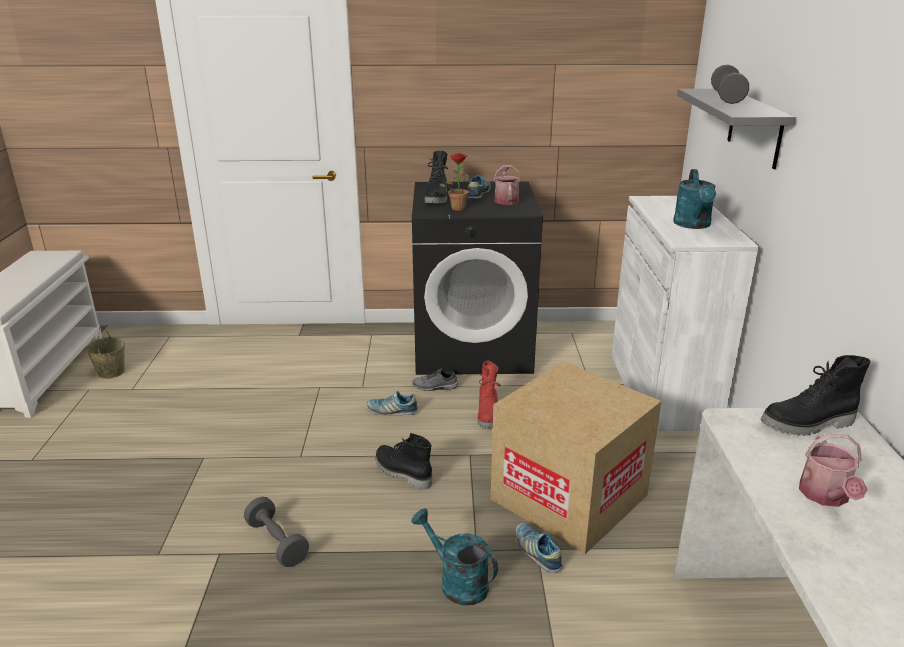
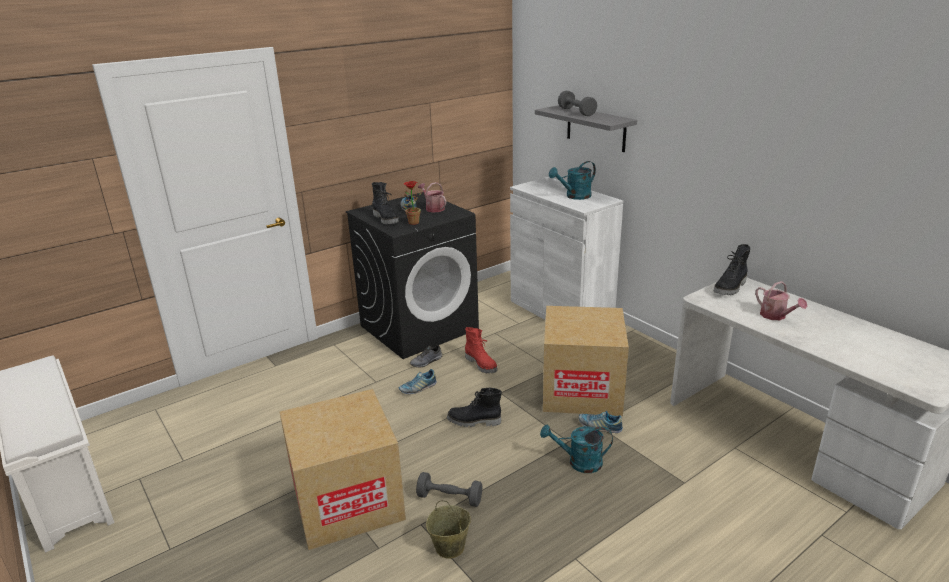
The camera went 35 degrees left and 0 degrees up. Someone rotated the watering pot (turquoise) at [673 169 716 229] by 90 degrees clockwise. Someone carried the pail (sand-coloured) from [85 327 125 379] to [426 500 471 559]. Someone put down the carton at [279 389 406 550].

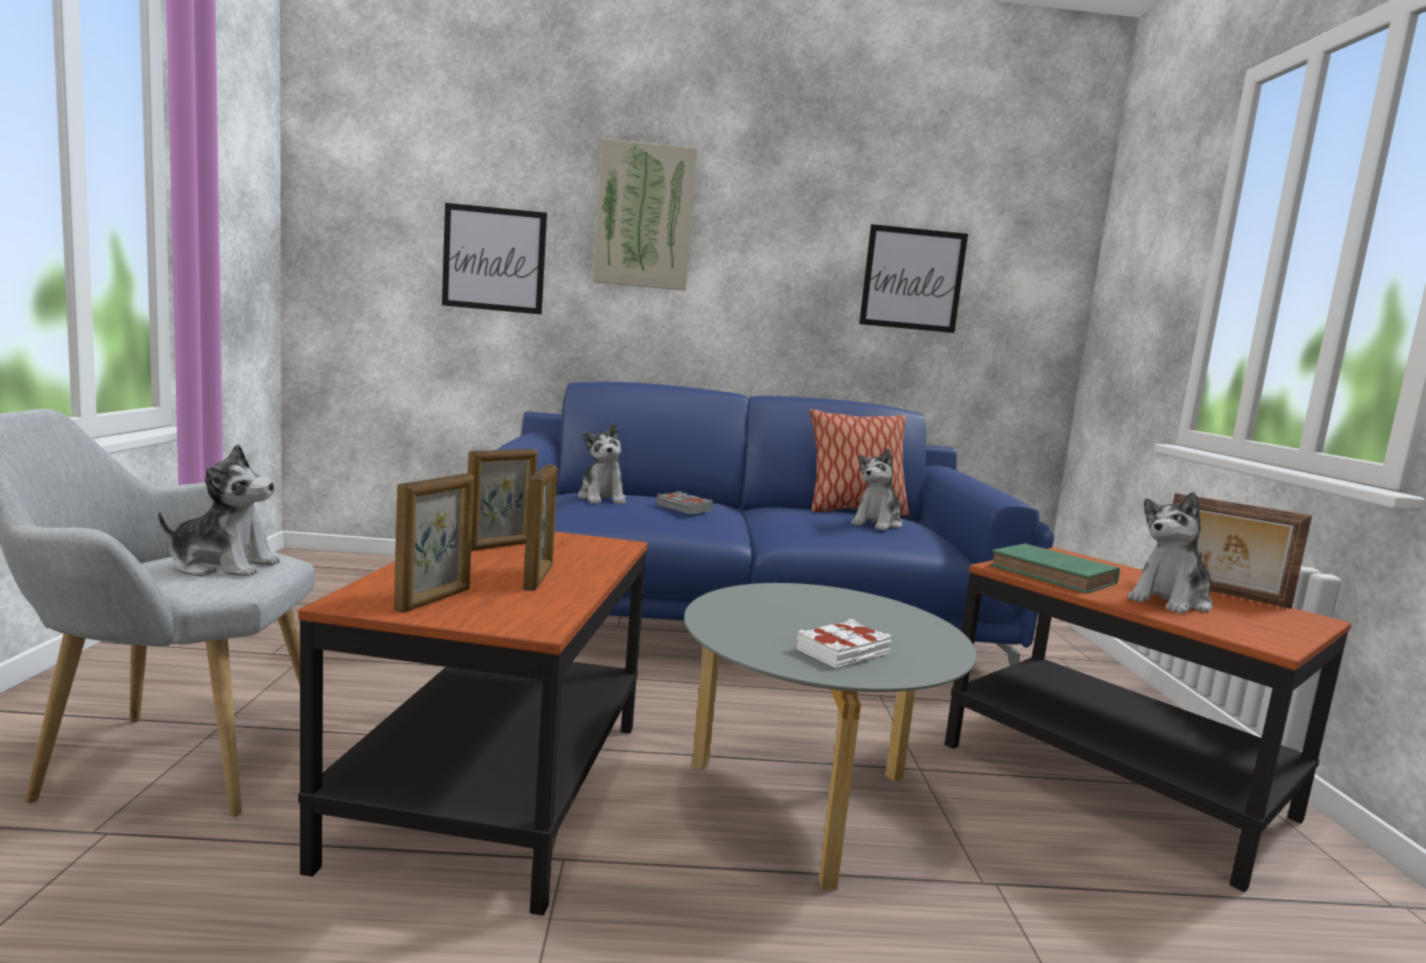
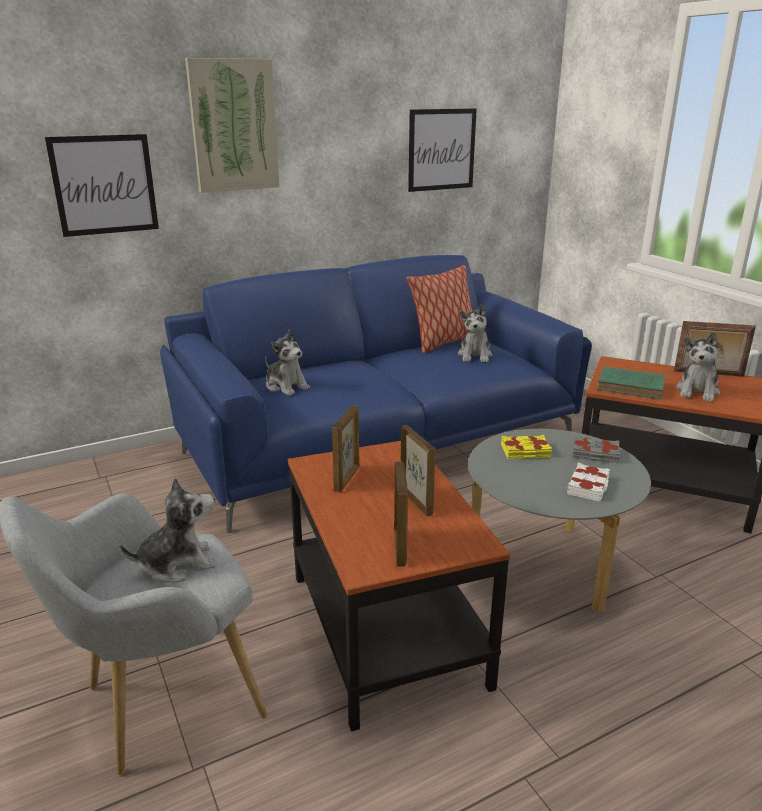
The camera went 25 degrees left and 15 degrees up. Someone carried the bound book (grey) from [656 491 713 514] to [572 435 620 463]. Someone put down the bound book (yellow-coloured) at [501 435 552 459].

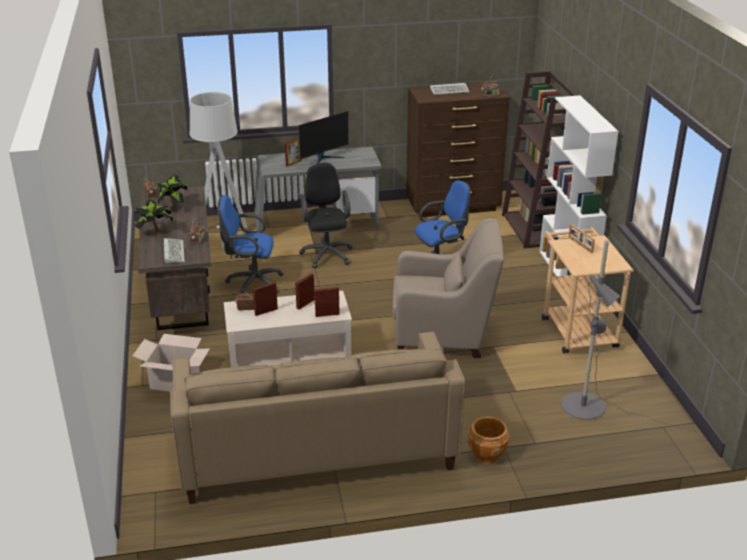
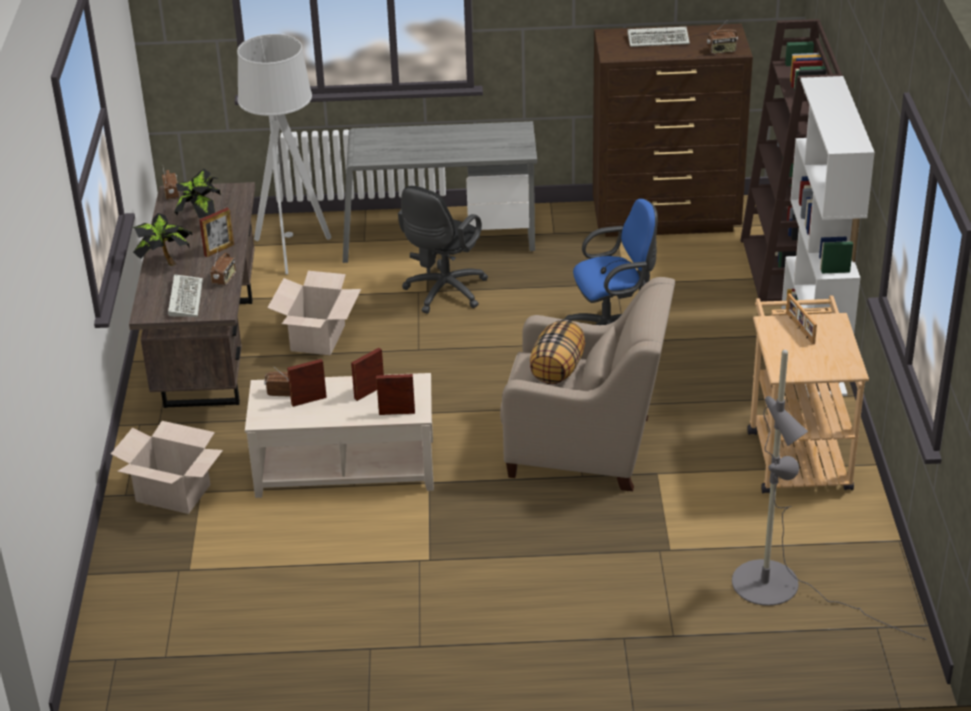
The camera went 10 degrees right and 5 degrees up. Someone took away the computer screen at [299 111 349 164]. Someone carried the photo frame from [285 137 301 167] to [199 208 234 257]. Someone rotated the desk chair (black) at [299 163 353 268] by 150 degrees counterclockwise. Someone swapped the desk chair (blue-coloured) at [218 195 284 294] for the carton at [268 271 361 355]. Someone took away the settee (sand-coloured) at [170 331 465 504]. Someone took away the planter (brownish) at [468 416 509 463]. Someone put down the cushion at [530 320 585 384].

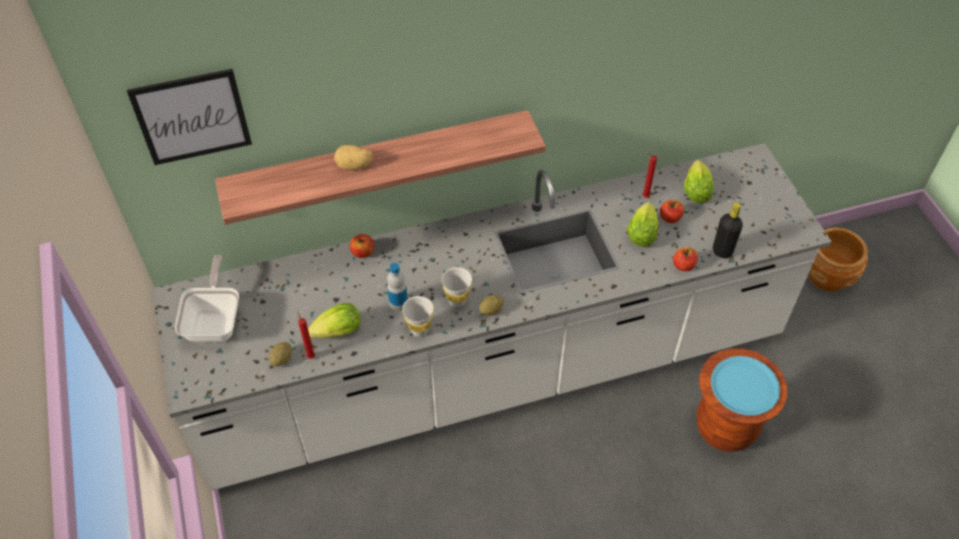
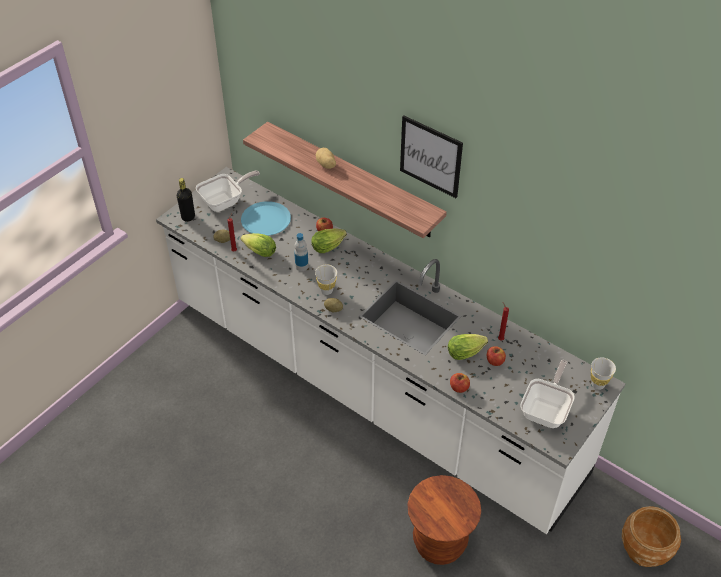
The camera went 55 degrees right and 5 degrees down. Someone carried the wall art from [127 69 252 165] to [400 116 463 198]. Someone carried the head of lettuce from [684 160 714 203] to [311 228 347 253]. Someone carried the drink bottle (black) from [713 202 743 258] to [177 178 195 222]. Someone carried the drinking cup (white) from [402 296 434 337] to [591 357 616 390]. Someone carried the dinner plate (blue-coloured) from [711 356 780 416] to [241 201 291 236]. Someone put down the frying pan at [520 360 575 428].

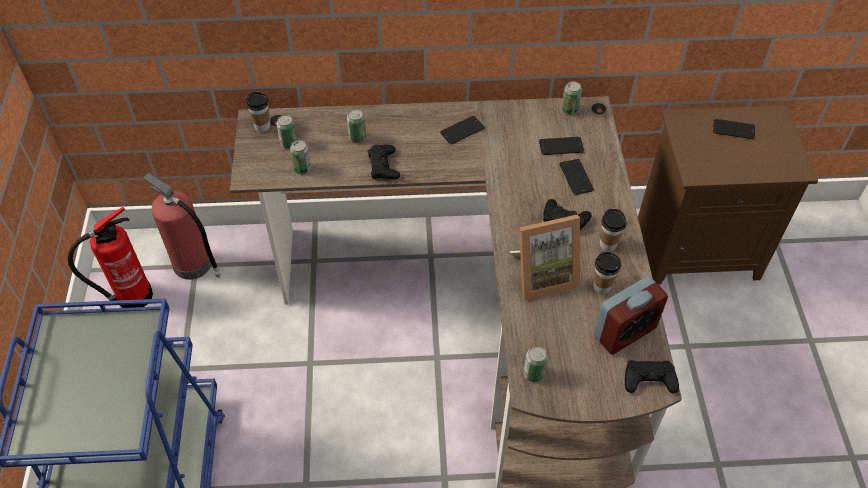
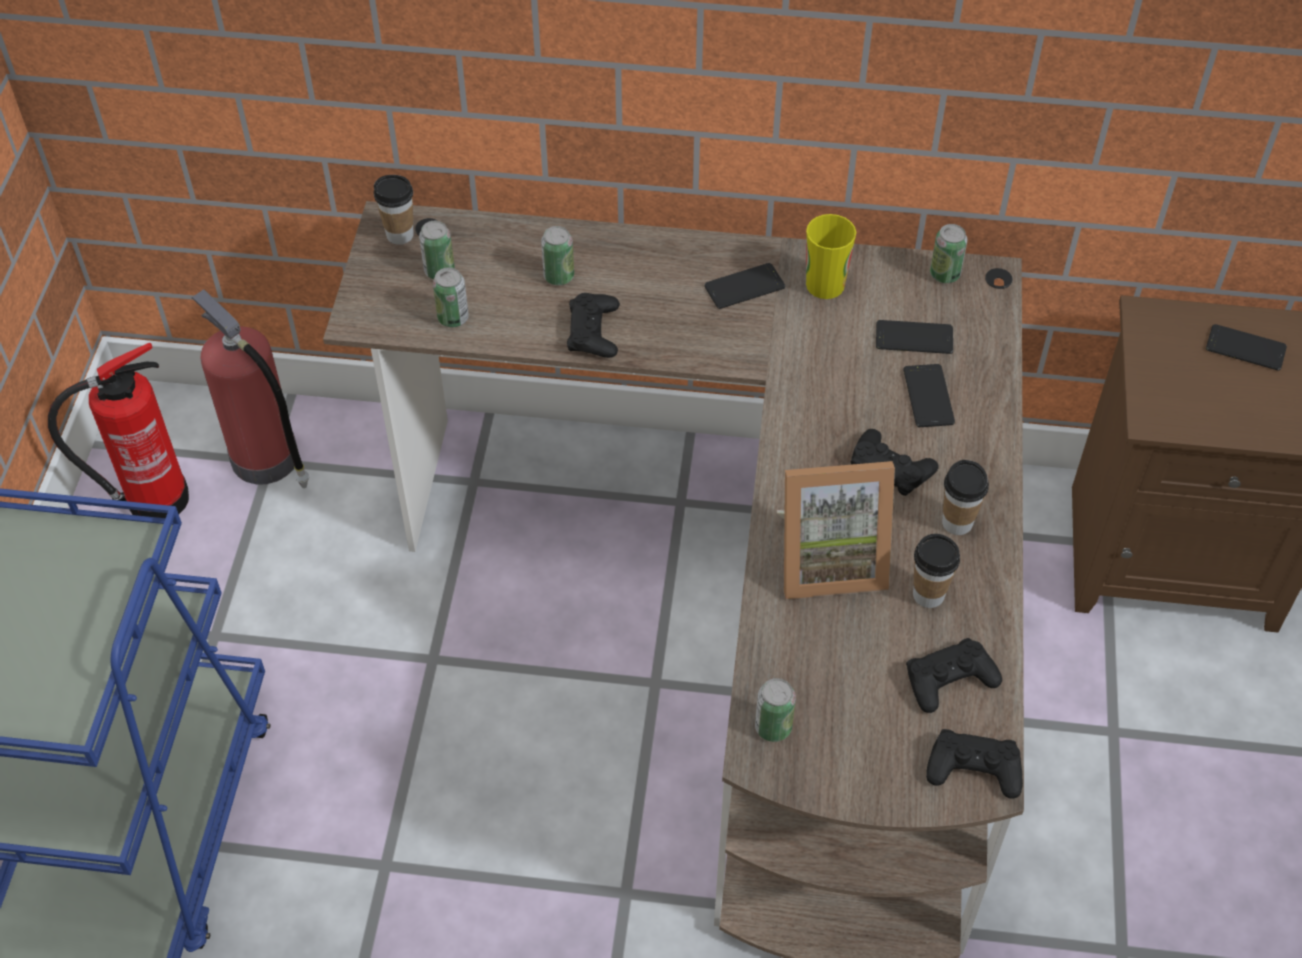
The camera went 10 degrees right and 0 degrees up. Someone swapped the bedside clock at [593 276 668 355] for the joypad (black) at [906 638 1002 713]. Someone put down the drinking cup at [806 214 856 299].

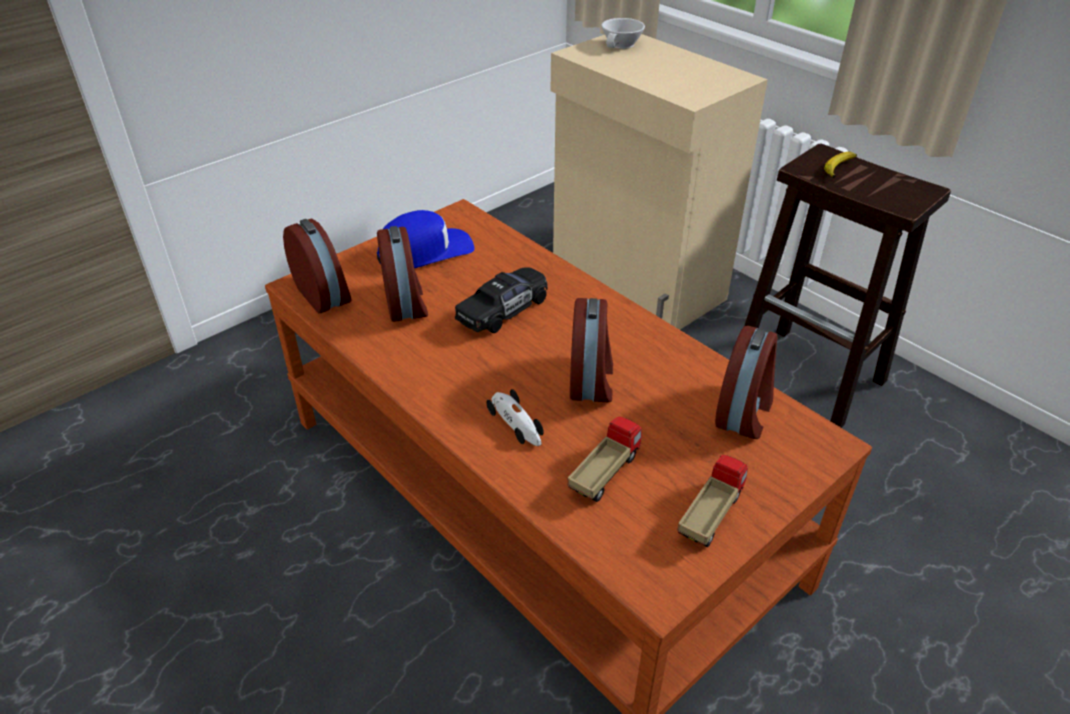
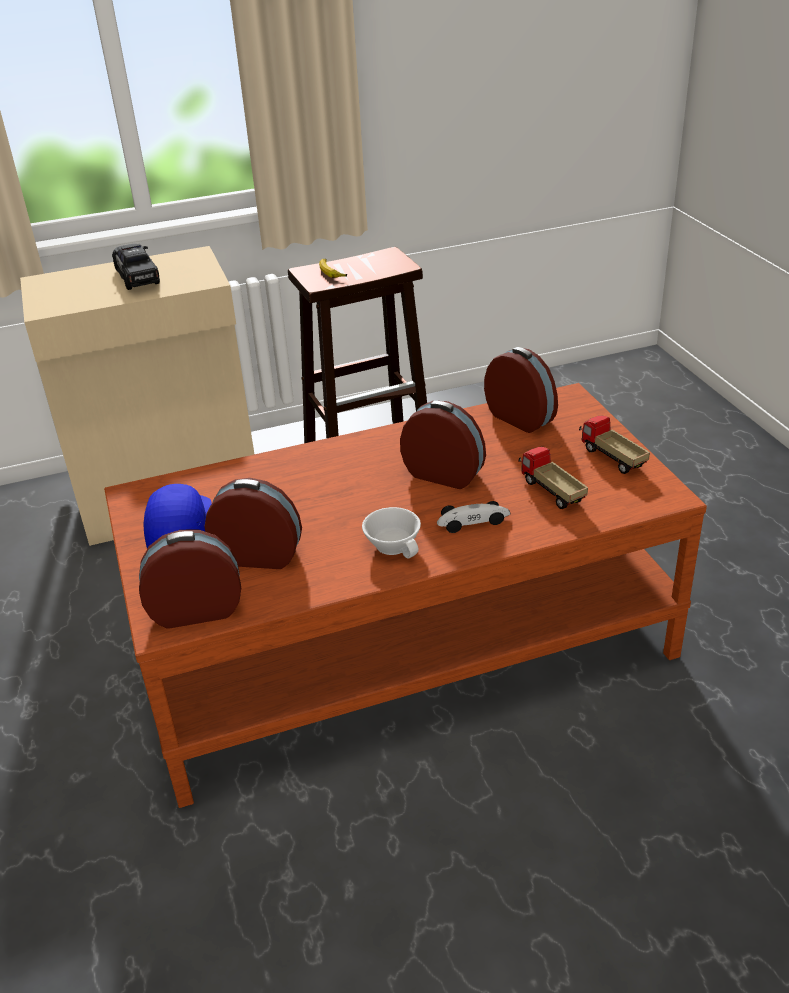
The camera went 65 degrees left and 5 degrees down. Someone carried the drinking cup (white) from [602 18 645 49] to [362 507 421 558]. Someone carried the model car (black) from [455 267 548 333] to [112 244 160 290].

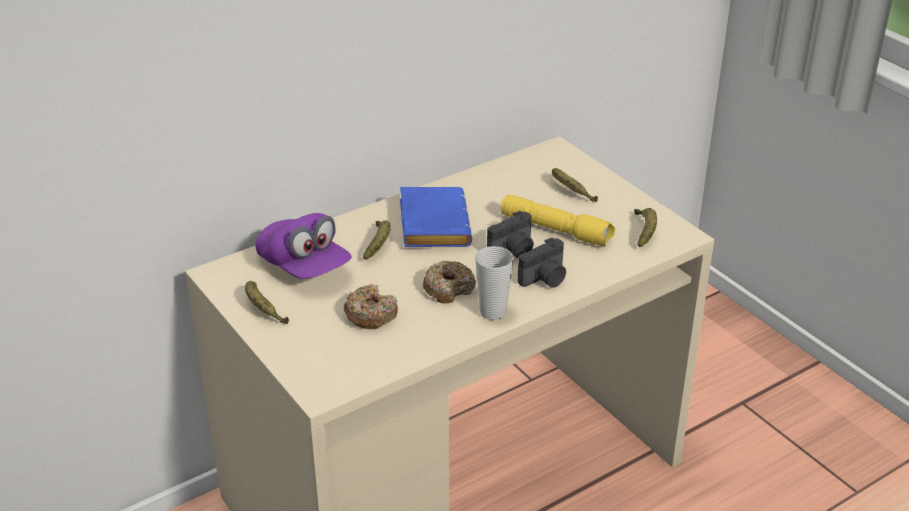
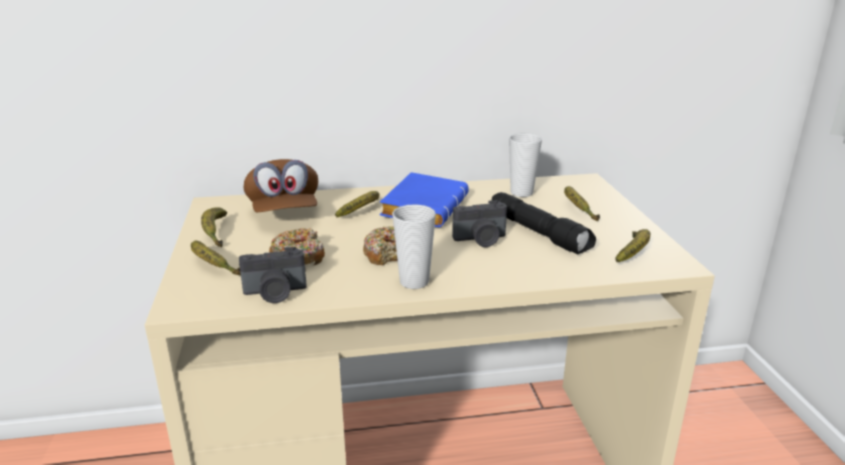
The camera went 25 degrees right and 10 degrees down. Someone repainted the hand torch (yellow-coloured) at [501 194 615 247], which became the hand torch (black) at [492 192 596 254]. Someone repainted the baseball cap (purple) at [255 213 351 279], which became the baseball cap (brownish) at [244 159 318 212]. Someone carried the still camera from [518 237 566 288] to [239 247 307 303]. Someone put down the drinking cup at [509 133 542 197]. Someone put down the banana fruit at [191 240 241 275].

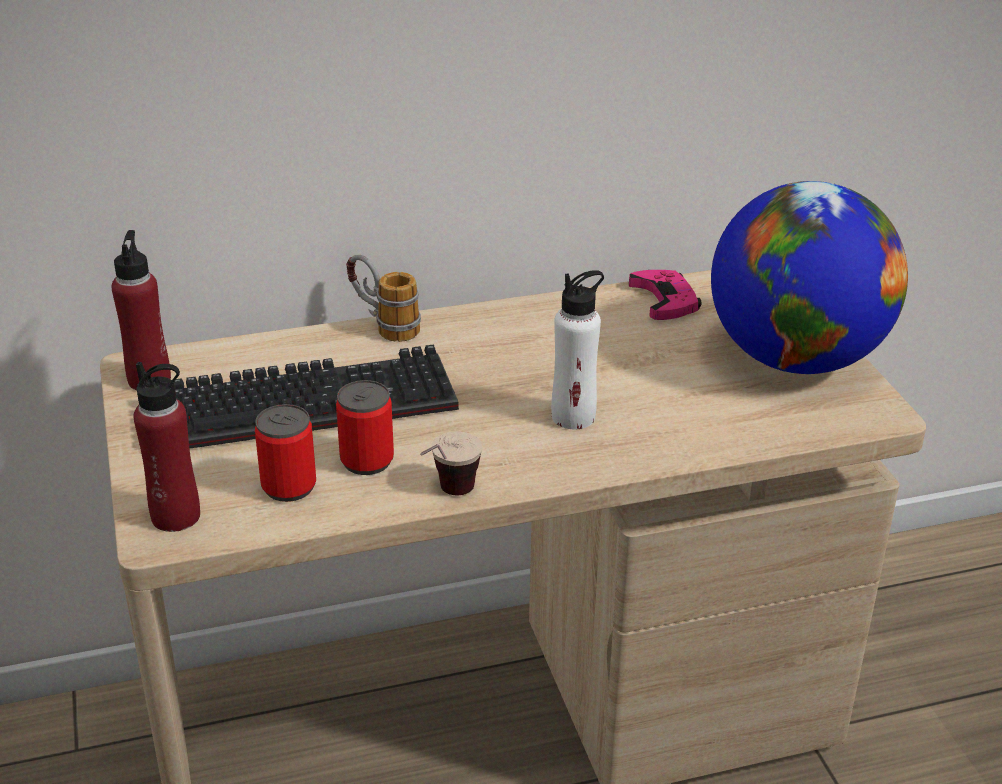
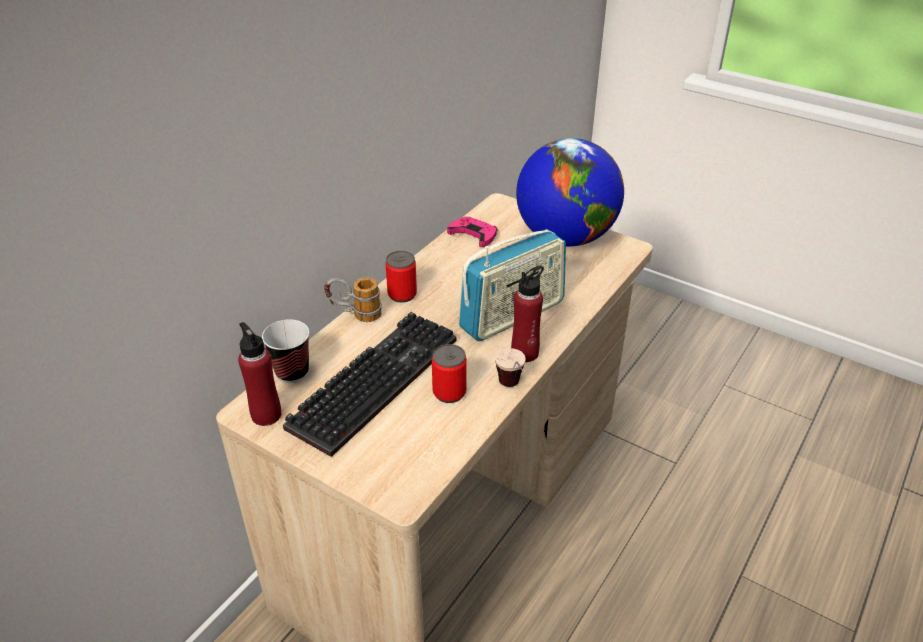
The camera went 40 degrees left and 5 degrees up. Someone swapped the drink bottle (white) at [551 270 604 429] for the radio set at [458 229 566 341]. Someone carried the drink bottle (reddish) from [133 362 200 532] to [511 266 544 362]. Someone carried the sealed can from [255 404 316 502] to [386 251 417 303]. Someone put down the drinking cup at [262 319 309 383].

